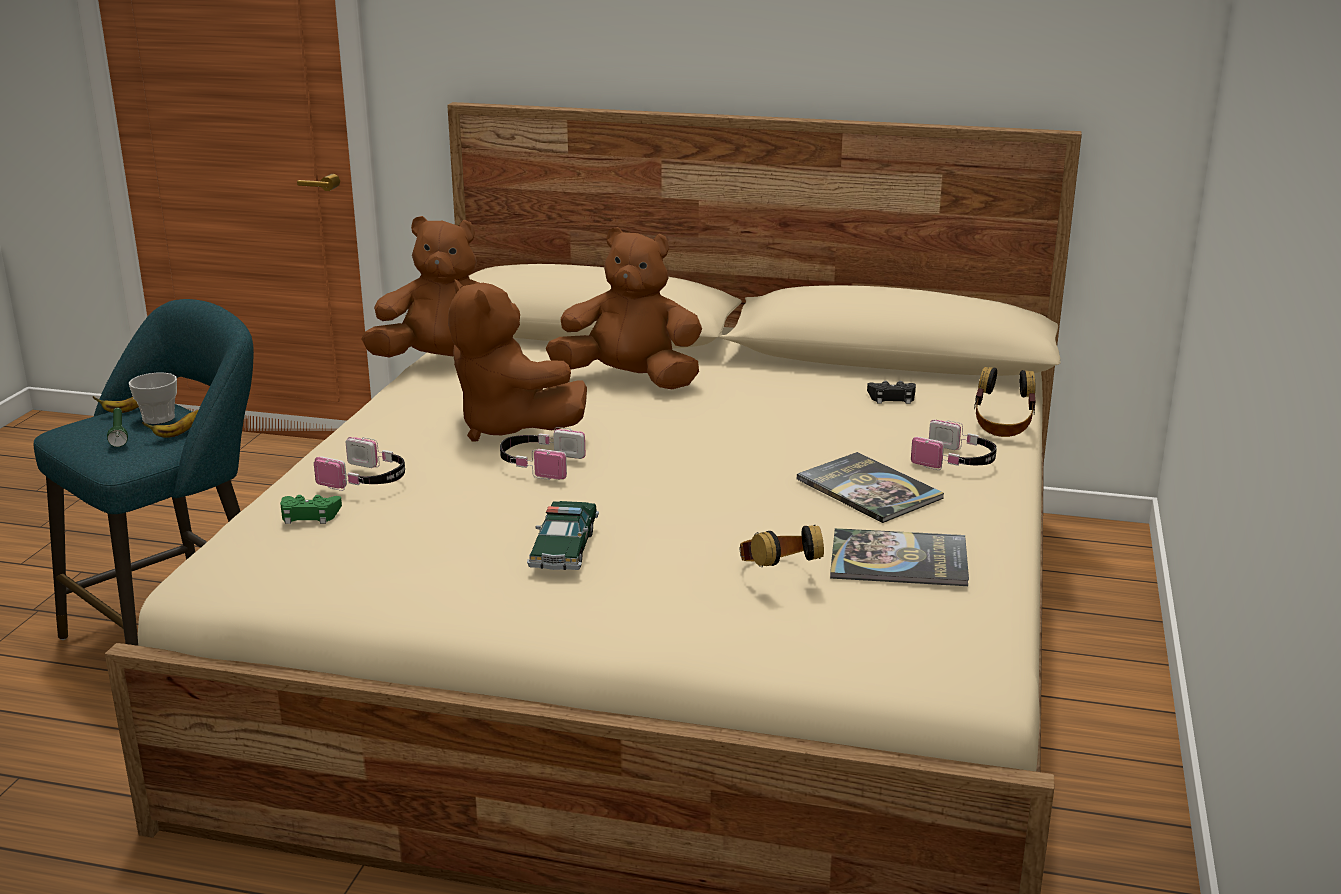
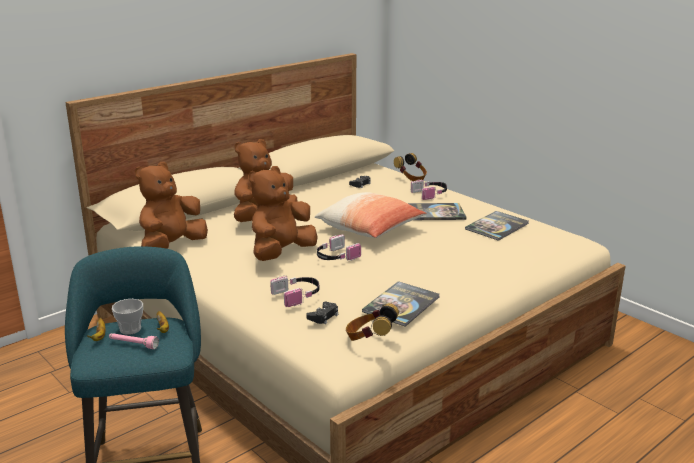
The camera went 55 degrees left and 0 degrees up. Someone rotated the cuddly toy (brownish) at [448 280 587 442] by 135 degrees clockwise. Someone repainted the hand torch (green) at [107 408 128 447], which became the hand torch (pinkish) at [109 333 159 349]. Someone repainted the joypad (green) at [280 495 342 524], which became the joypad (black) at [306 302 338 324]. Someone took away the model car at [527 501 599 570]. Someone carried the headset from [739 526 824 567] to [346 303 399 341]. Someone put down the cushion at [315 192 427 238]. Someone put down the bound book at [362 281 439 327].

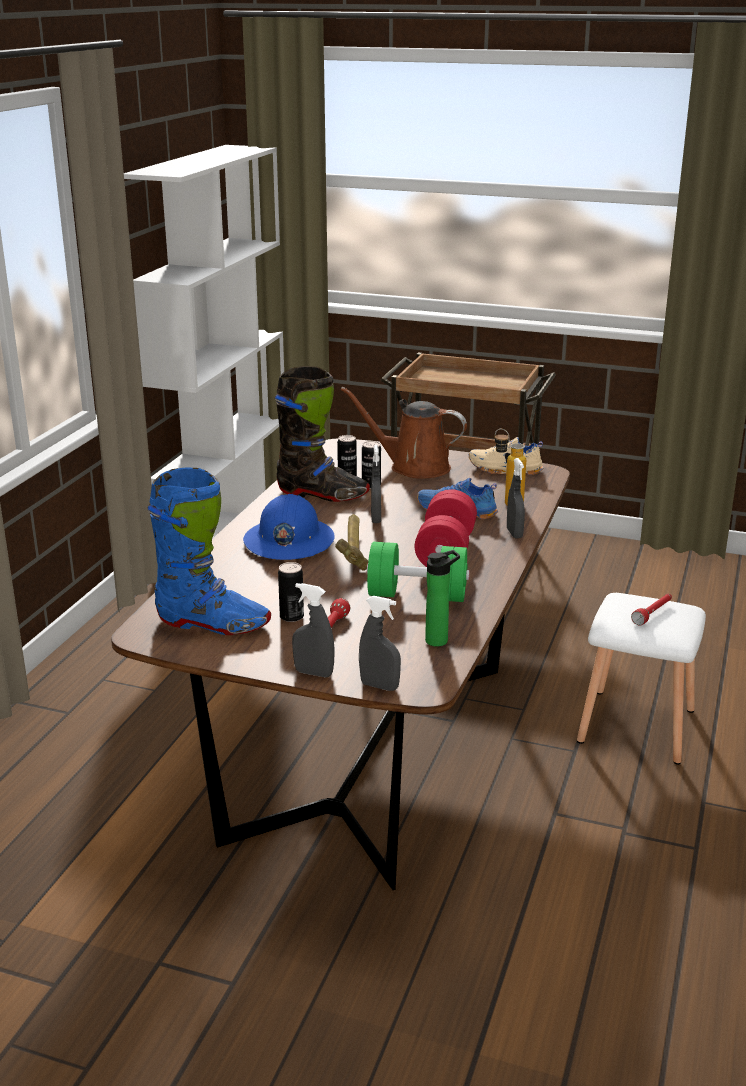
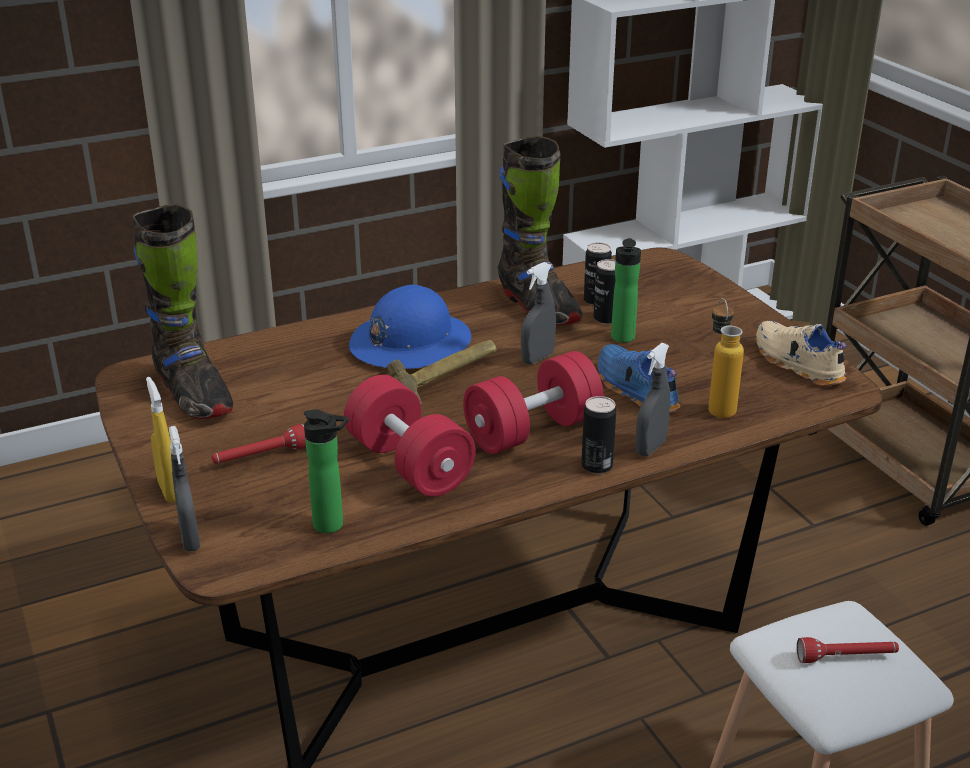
The camera went 45 degrees right and 5 degrees up. Someone took away the watering pot (brownish) at [340 387 467 479]. Someone repainted the tall boot (blue-coloured) at [147 468 271 635], which became the tall boot (black) at [132 204 233 419]. Someone repainted the free weight (green) at [367 542 470 602], which became the free weight (reddish) at [344 375 476 497]. Someone carried the sealed can from [278 562 304 622] to [581 396 616 474]. Someone repainted the spray bottle (grey) at [292 583 335 677], which became the spray bottle (yellow-coloured) at [146 377 176 502]. Someone put down the drink bottle at [611 238 641 343].

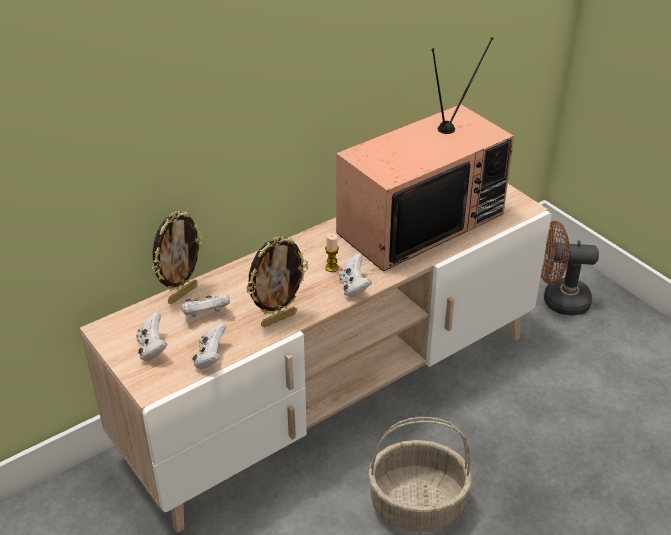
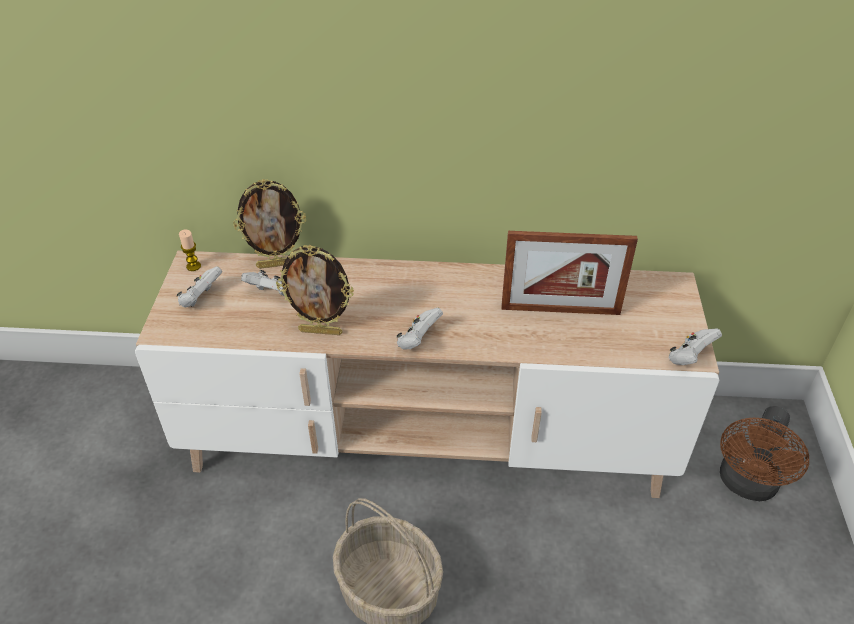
The camera went 40 degrees right and 5 degrees up. Someone swapped the TV set at [336 37 514 271] for the photo frame at [501 231 638 315]. Someone rotated the fan (brownish) at [541 221 599 315] by 105 degrees counterclockwise. Someone carried the wax candle from [325 233 339 272] to [179 230 201 271]. Someone carried the joypad (white) from [192 322 227 370] to [668 329 722 365].

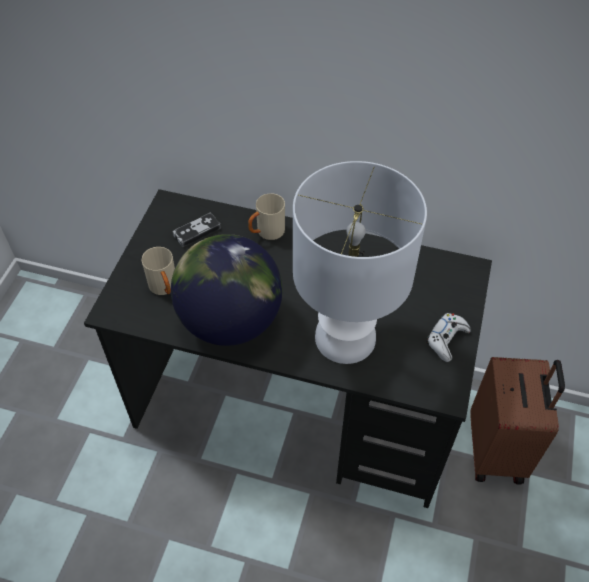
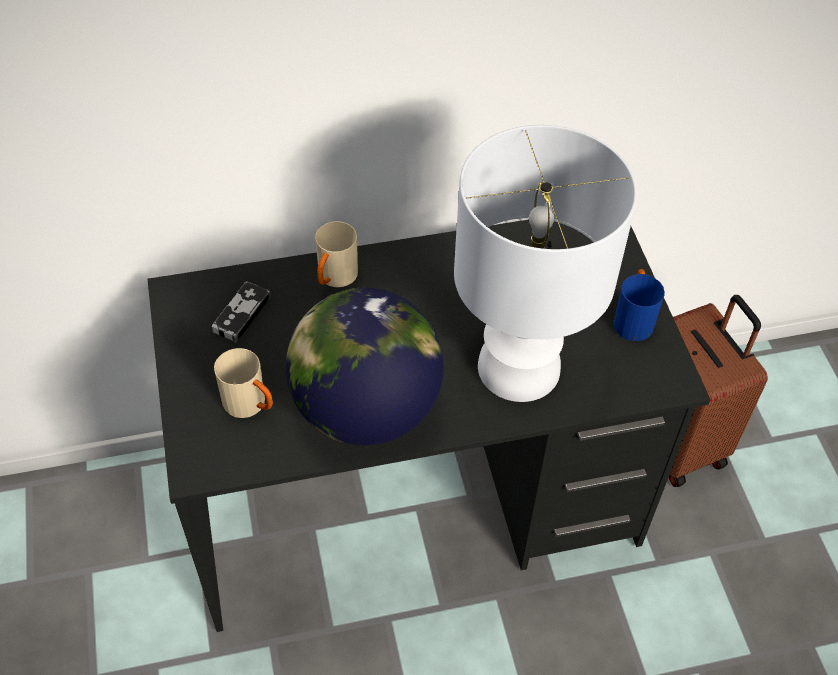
The camera went 30 degrees left and 0 degrees up. Someone swapped the joypad (white) at [426 313 471 362] for the coffee mug (blue-coloured) at [613 269 665 341].

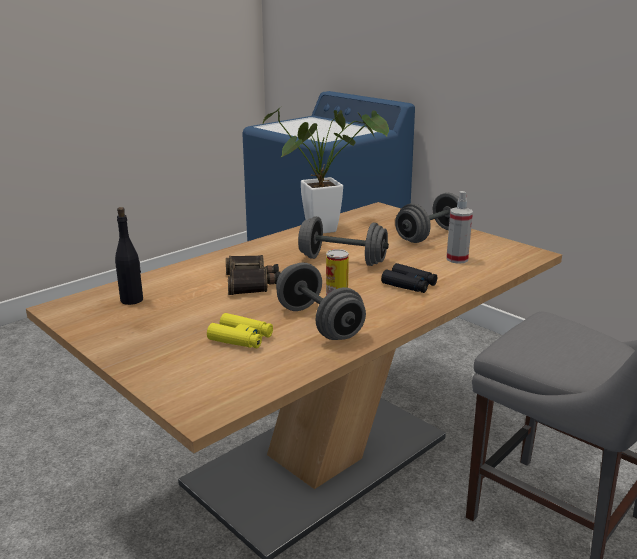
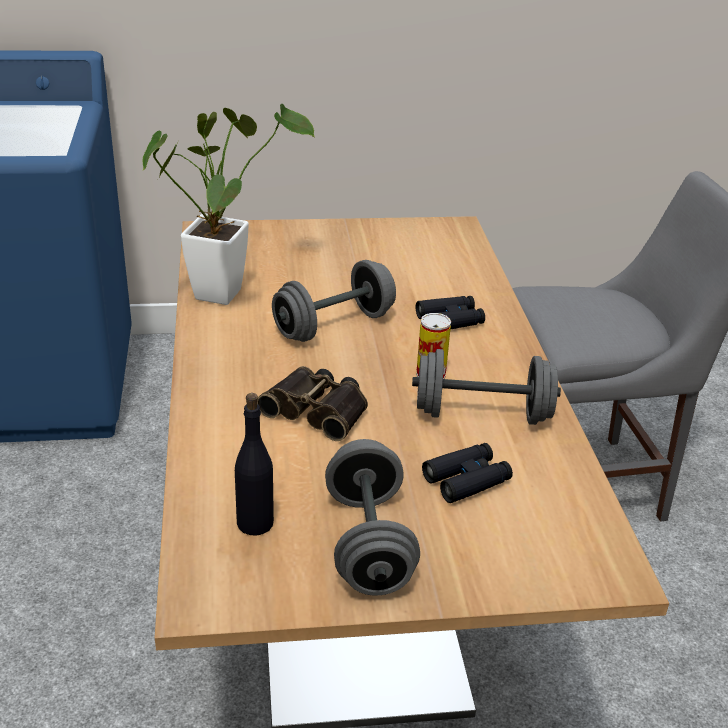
The camera went 55 degrees left and 10 degrees up. Someone took away the spray bottle at [446 191 473 264]. Someone carried the free weight (grey) from [395 193 459 243] to [325 439 420 596]. Someone repainted the field glasses (yellow-coloured) at [207 313 273 348], which became the field glasses (black) at [422 443 513 503].

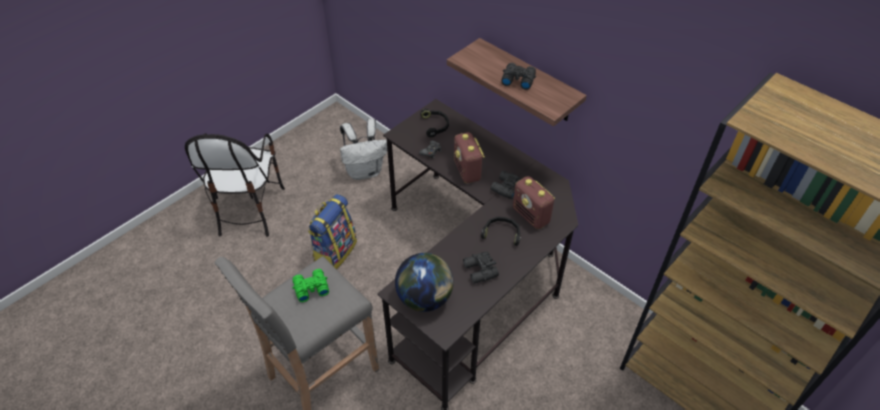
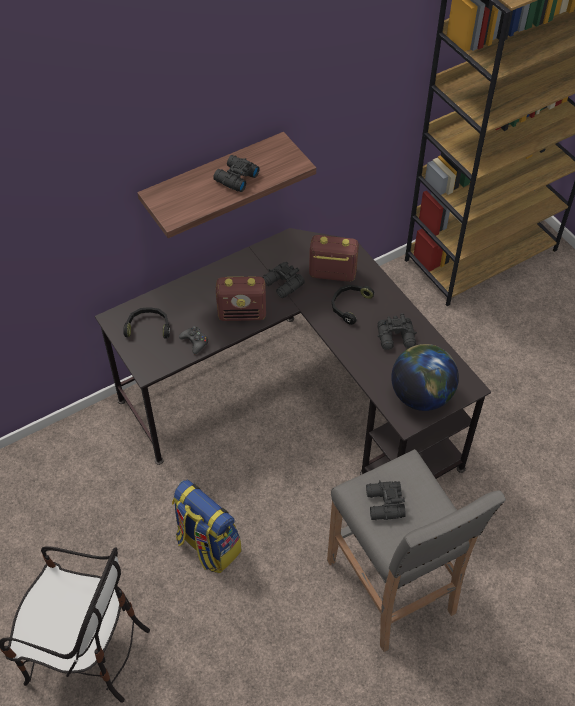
The camera went 75 degrees left and 5 degrees up. Someone took away the backpack (white) at [340 118 387 180]. Someone rotated the radio set at [513 176 555 229] by 150 degrees counterclockwise. Someone repainted the field glasses (green) at [292 269 329 302], which became the field glasses (black) at [366 480 406 520].

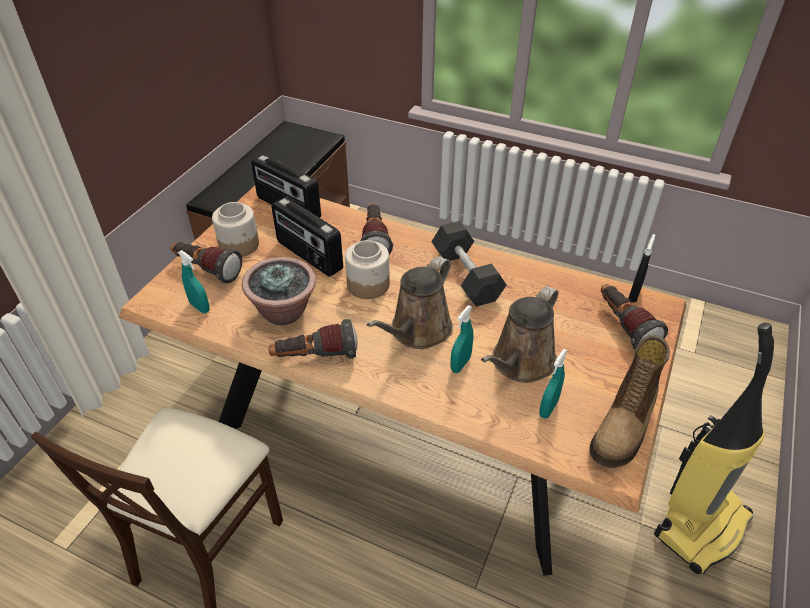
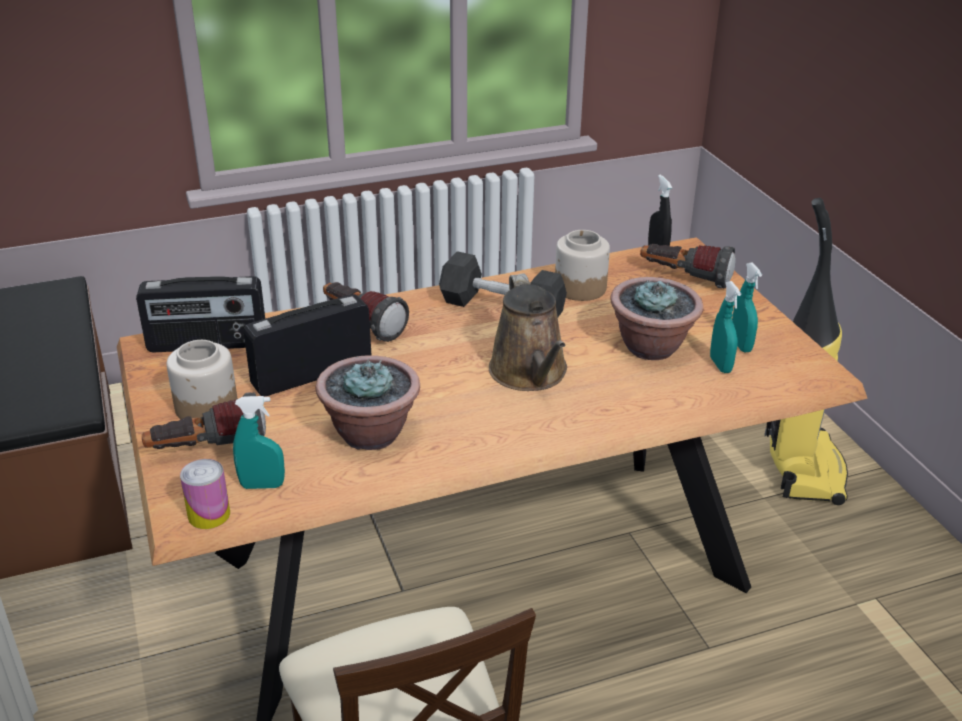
The camera went 45 degrees left and 10 degrees down. Someone rotated the radio set at [271 197 343 277] by 150 degrees clockwise. Someone carried the preserve jar from [345 240 390 299] to [555 230 610 301]. Someone swapped the watering pot (brownish) at [481 286 558 383] for the houseplant at [610 277 703 360]. Someone carried the spray bottle (turquoise) from [450 305 473 373] to [732 262 762 352]. Someone took away the hand torch at [269 319 358 359]. Someone took away the tall boot at [589 335 670 468]. Someone put down the sealed can at [180 459 230 529].

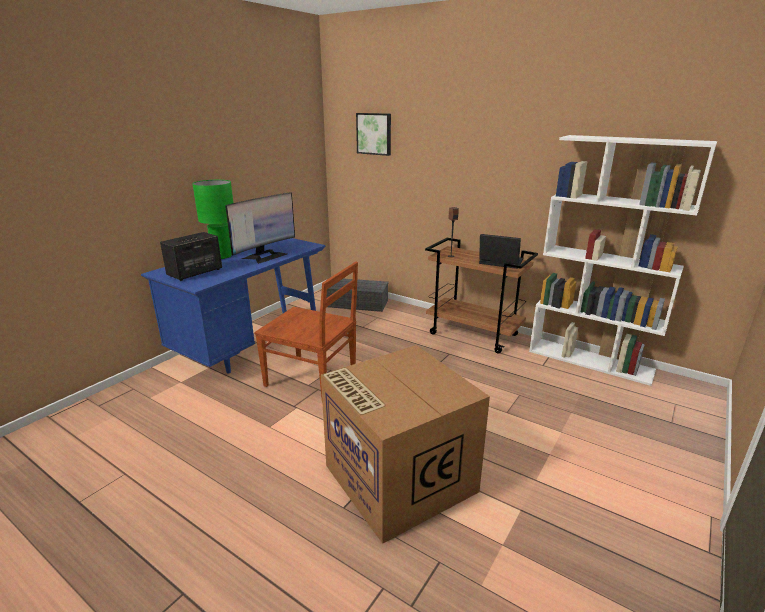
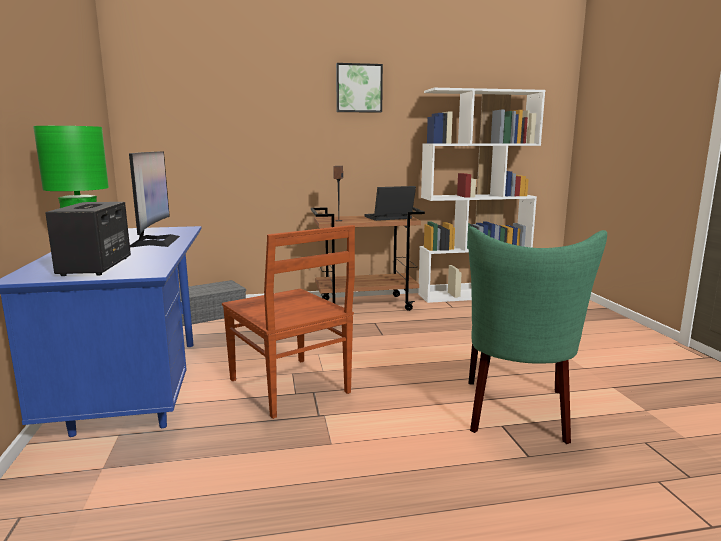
The camera went 45 degrees left and 10 degrees down. Someone carried the wall art from [356 113 391 156] to [336 63 383 113]. Someone rotated the chair (brownish) at [254 262 358 398] by 75 degrees clockwise. Someone swapped the carton at [321 345 490 544] for the chair (green) at [468 226 607 444].

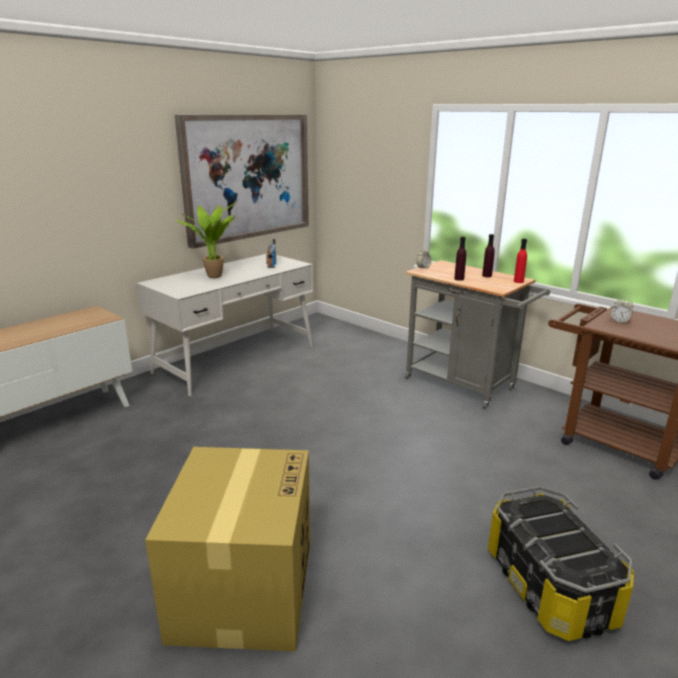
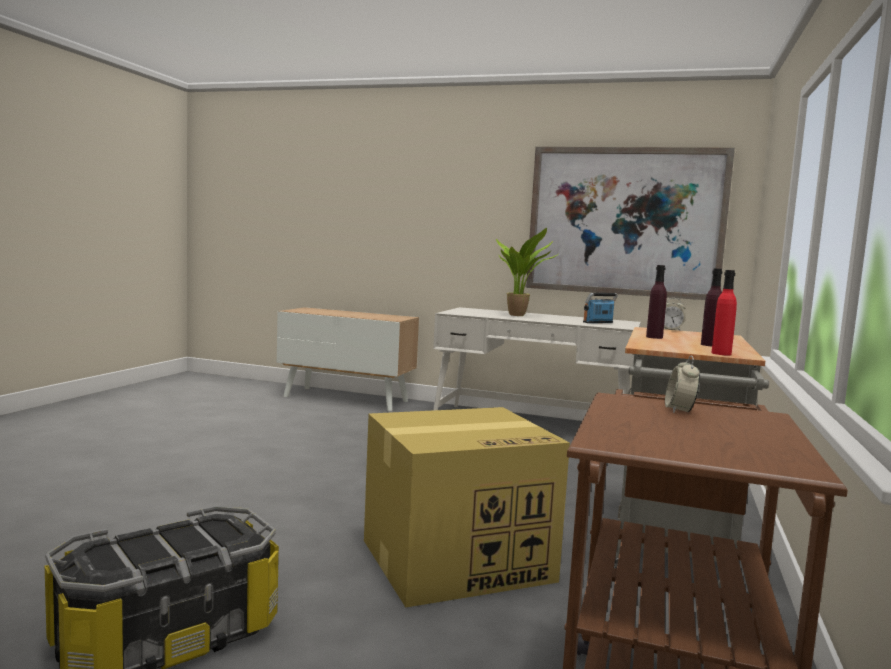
The camera went 65 degrees right and 15 degrees down. Someone carried the carton from [145 447 310 651] to [364 407 570 607].

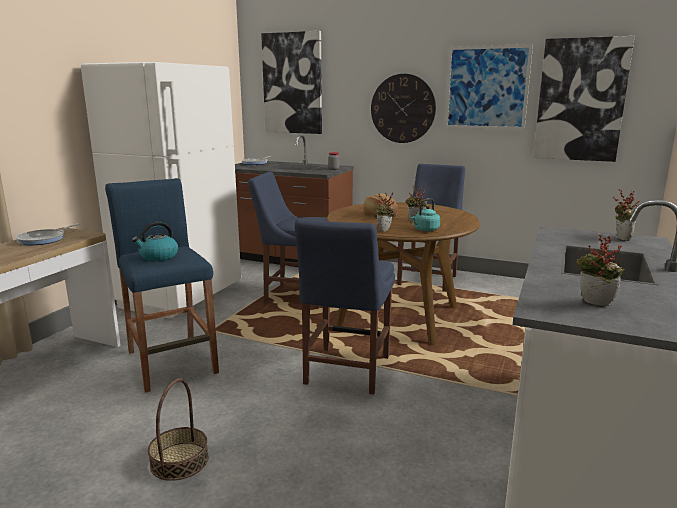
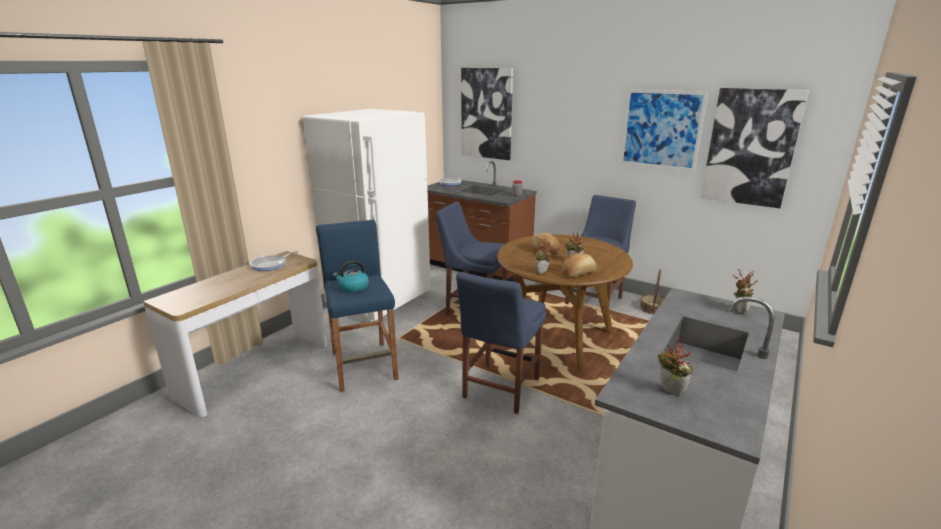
The camera went 10 degrees right and 5 degrees up. Someone took away the hanging clock at [371 74 436 143]. Someone swapped the water kettle (turquoise) at [411 198 440 231] for the baked bread at [562 253 597 277]. Someone carried the household basket from [148 379 209 481] to [640 269 665 315].

